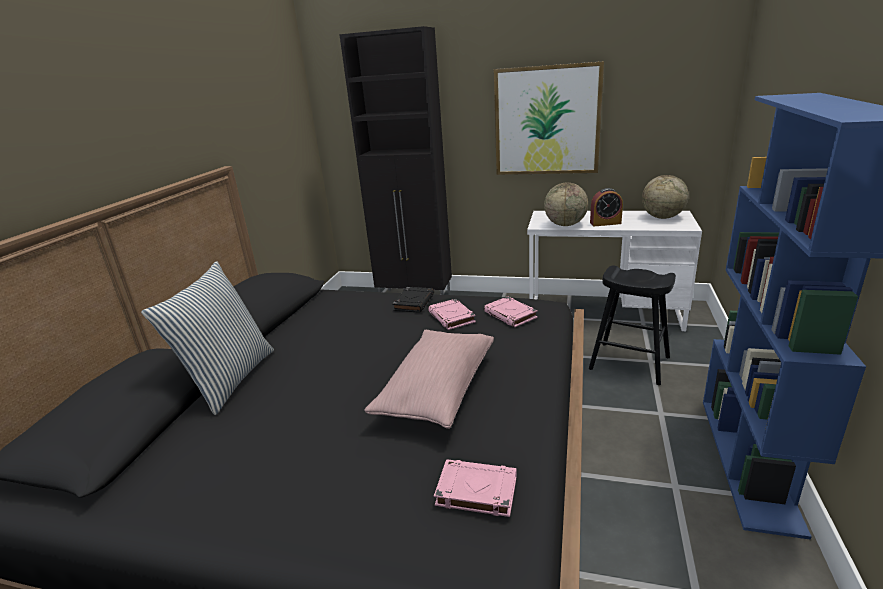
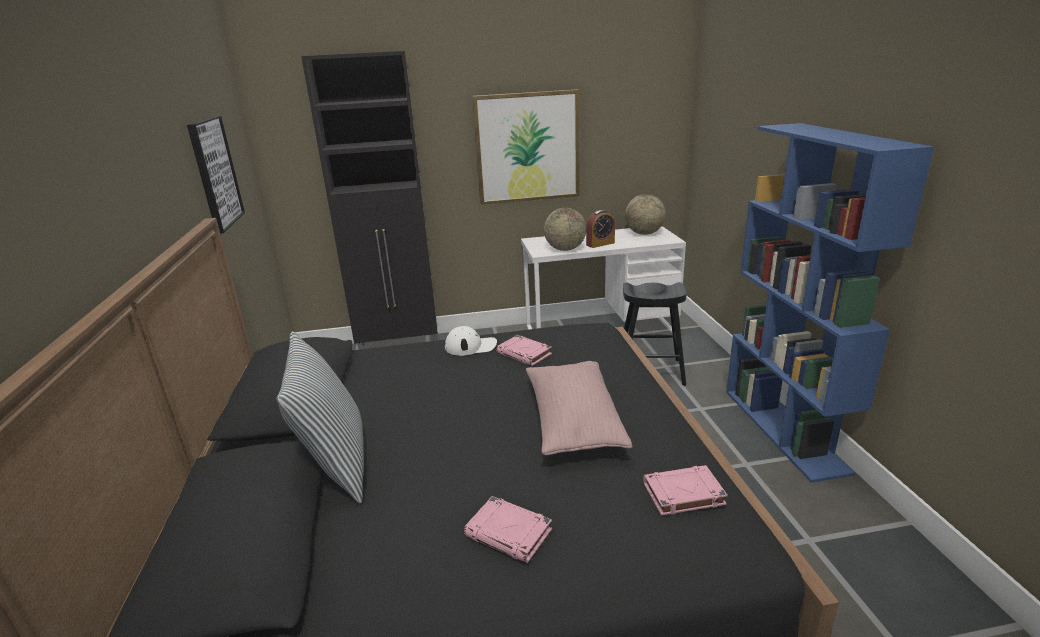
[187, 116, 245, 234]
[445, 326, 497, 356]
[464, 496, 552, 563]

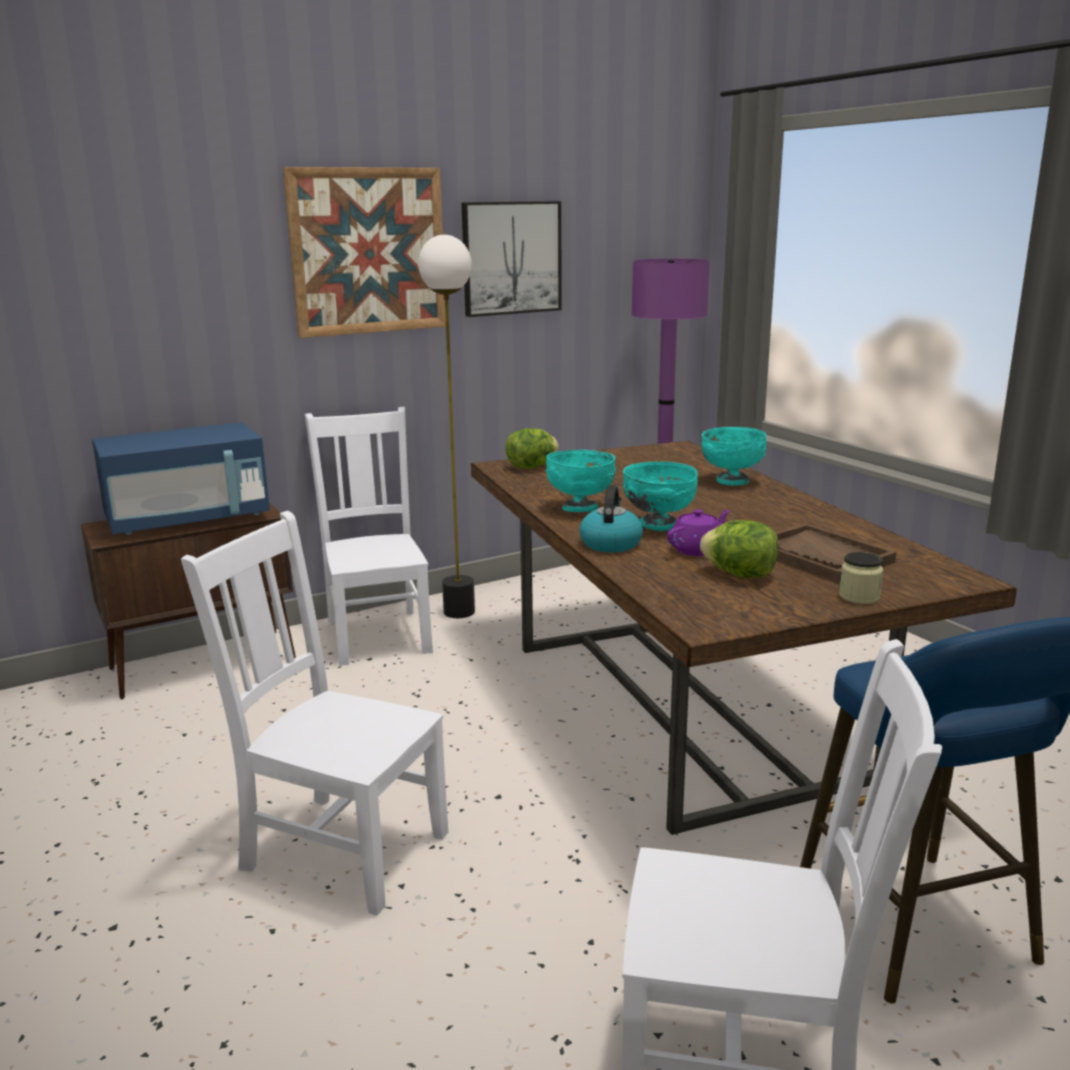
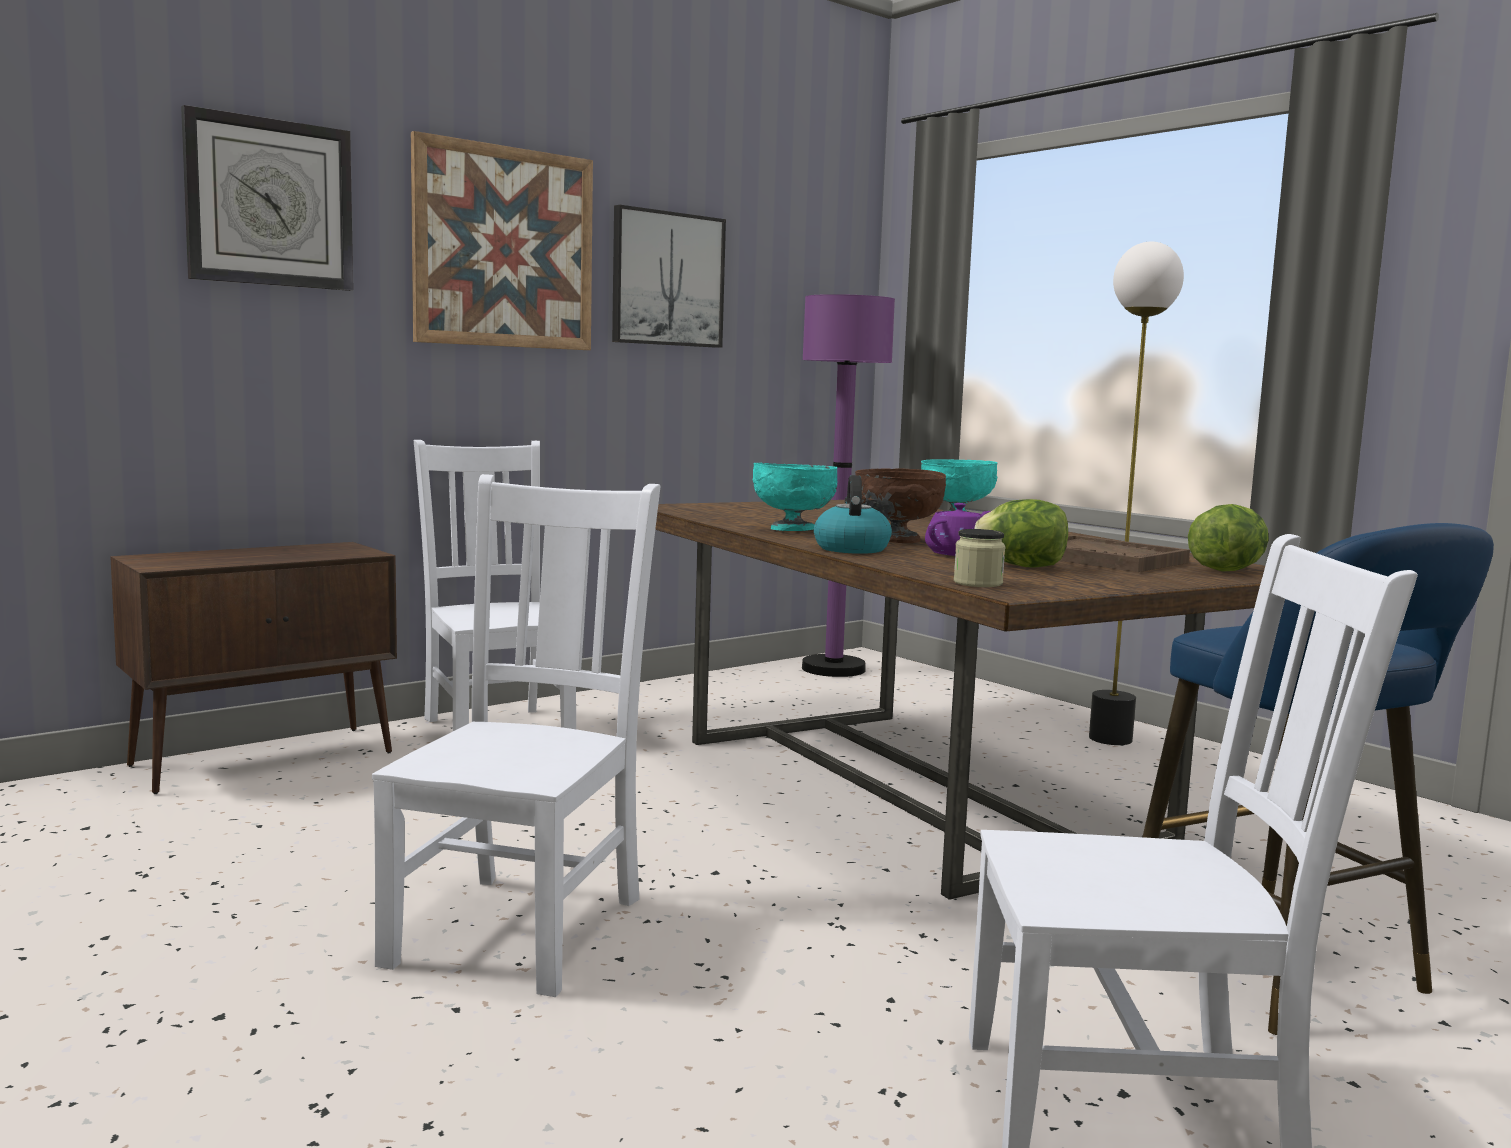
[181, 105, 353, 291]
[372, 474, 661, 997]
[855, 468, 946, 543]
[954, 529, 1005, 587]
[1089, 242, 1184, 745]
[1188, 504, 1269, 572]
[92, 423, 270, 535] (first image)

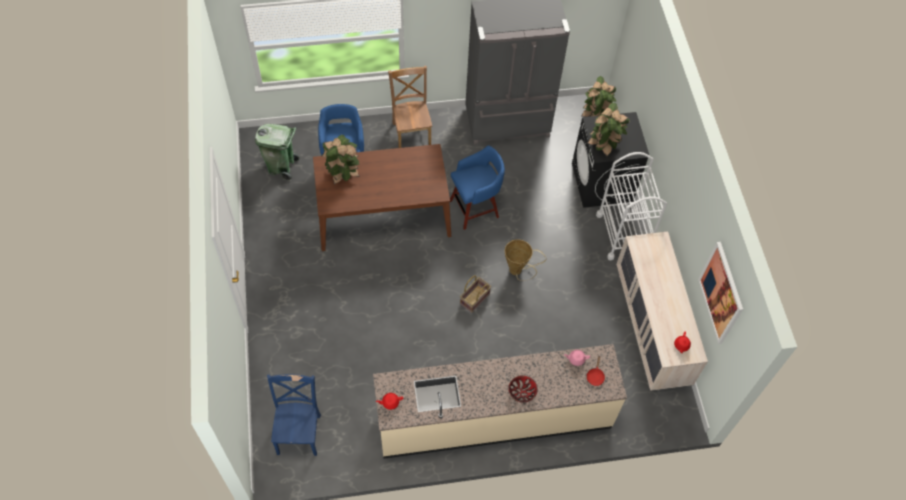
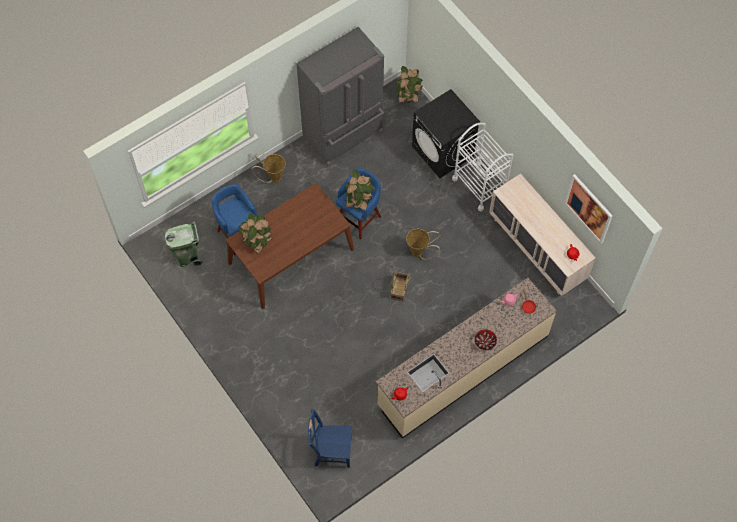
[252, 153, 285, 183]
[308, 409, 352, 468]
[344, 170, 375, 211]

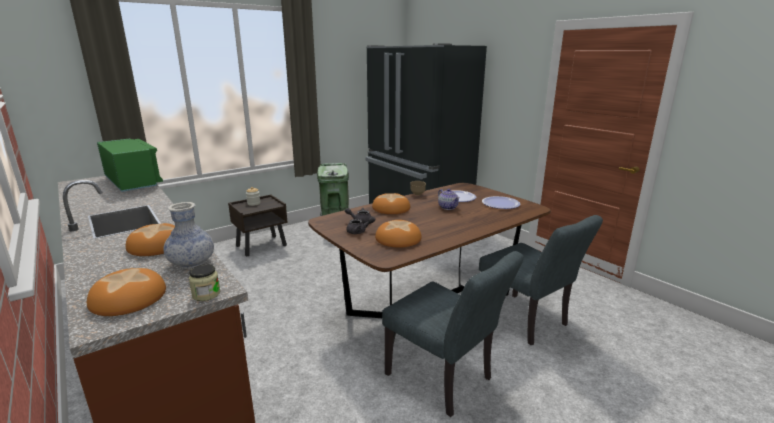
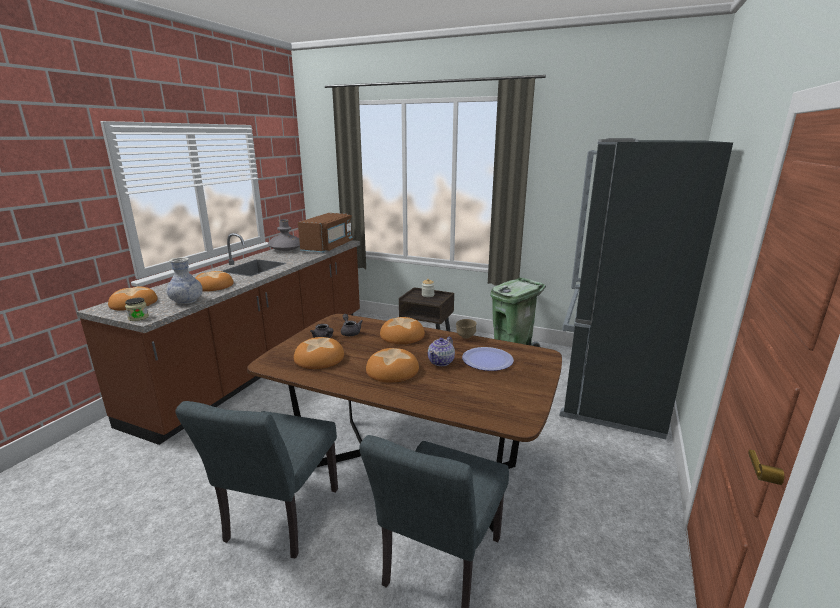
[268, 219, 300, 251]
[298, 213, 353, 253]
[366, 348, 419, 383]
[482, 196, 520, 209] (first image)

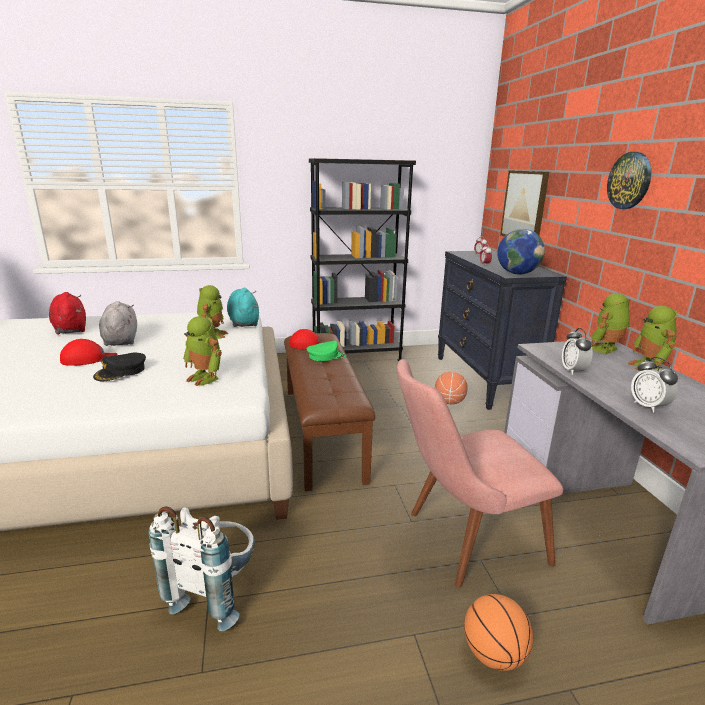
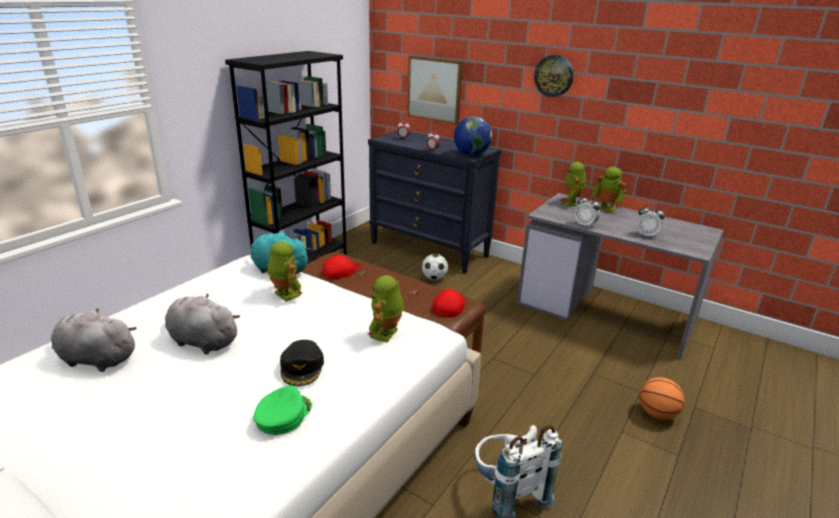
[51, 308, 137, 372]
[253, 385, 312, 435]
[367, 275, 404, 343]
[422, 254, 448, 280]
[433, 289, 466, 317]
[397, 359, 563, 588] (first image)

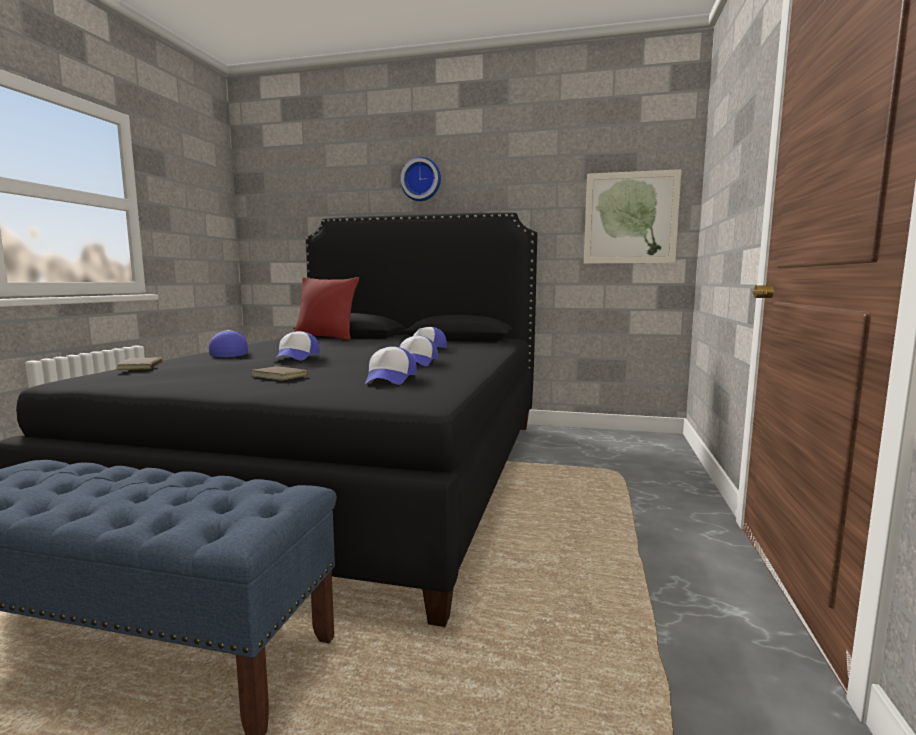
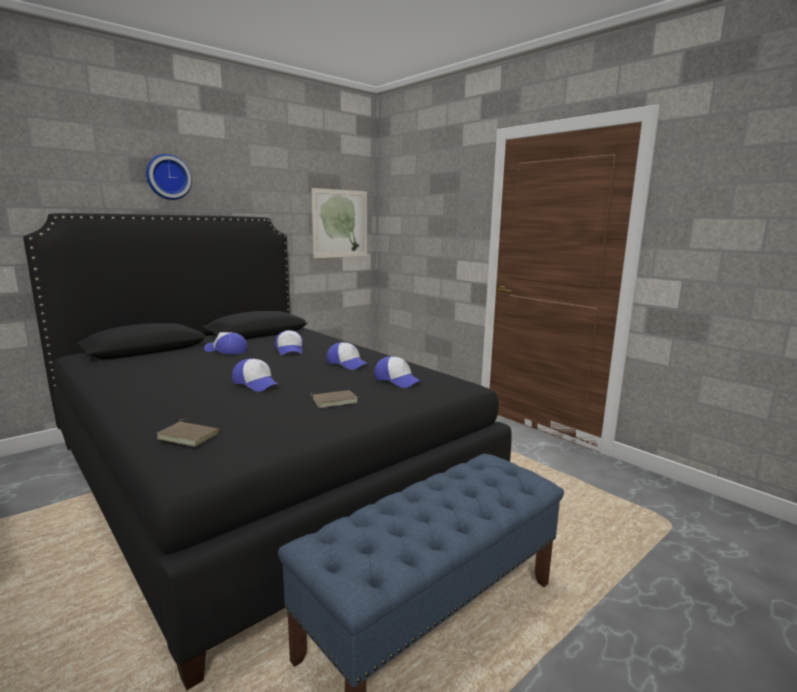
[204, 332, 247, 354]
[294, 277, 359, 340] (first image)

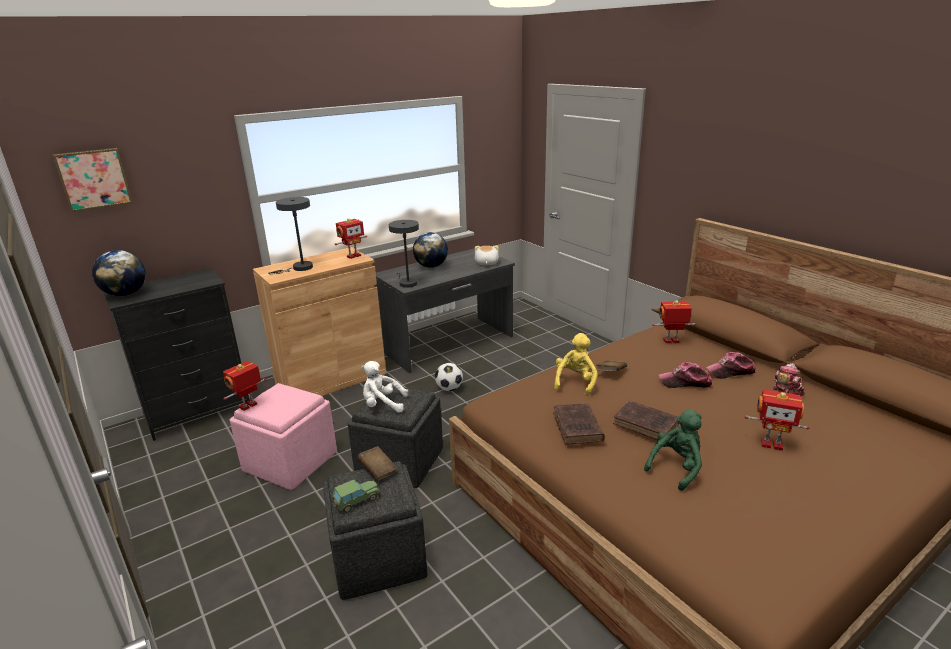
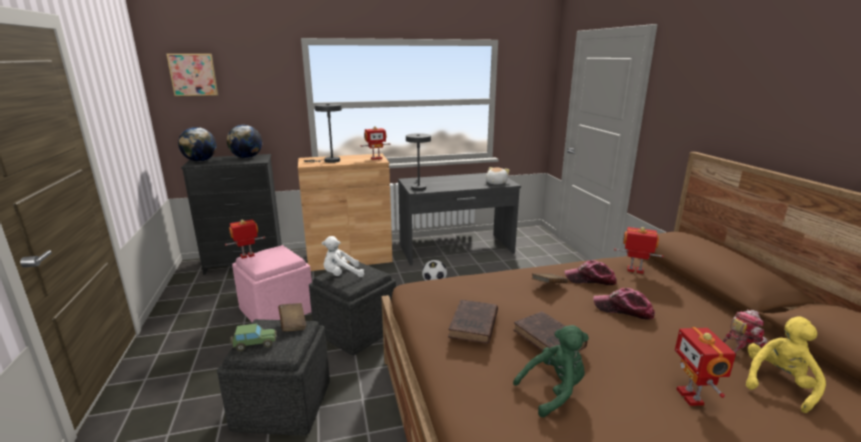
[227, 125, 262, 158]
[322, 236, 364, 277]
[564, 260, 617, 286]
[675, 327, 736, 406]
[746, 316, 826, 413]

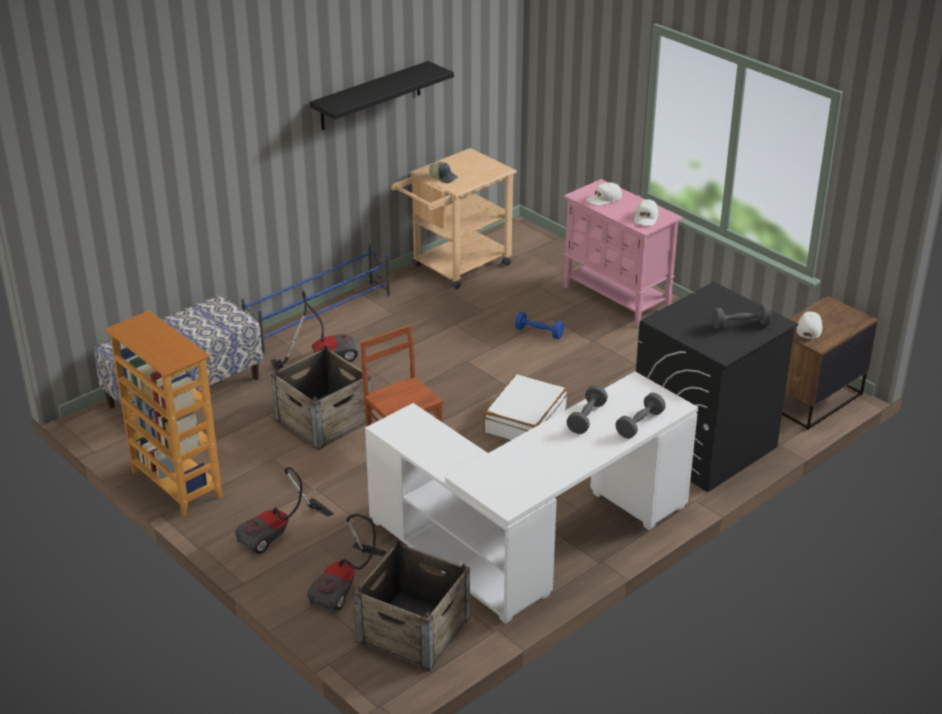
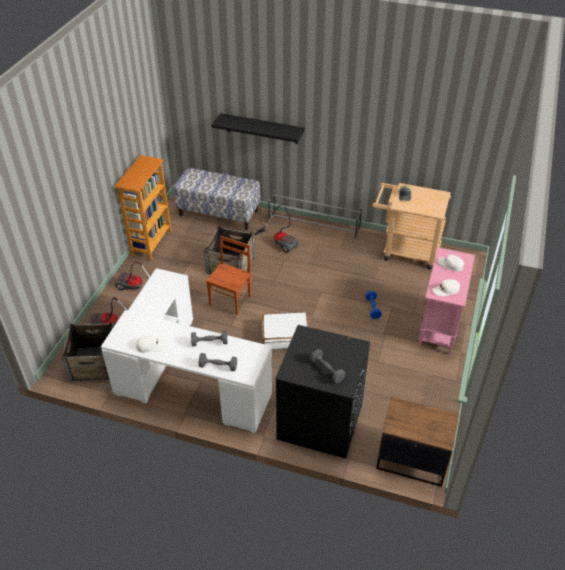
[136, 335, 166, 353]
[212, 113, 305, 144]
[268, 190, 362, 240]

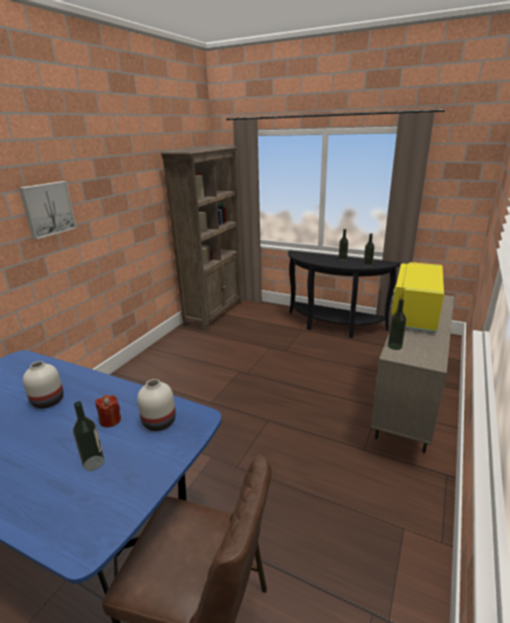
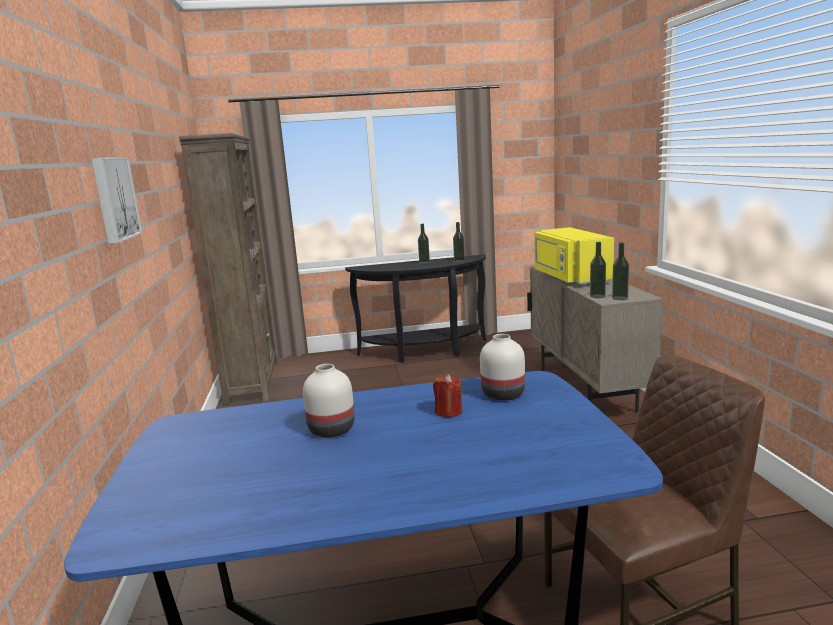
[612, 242, 629, 300]

